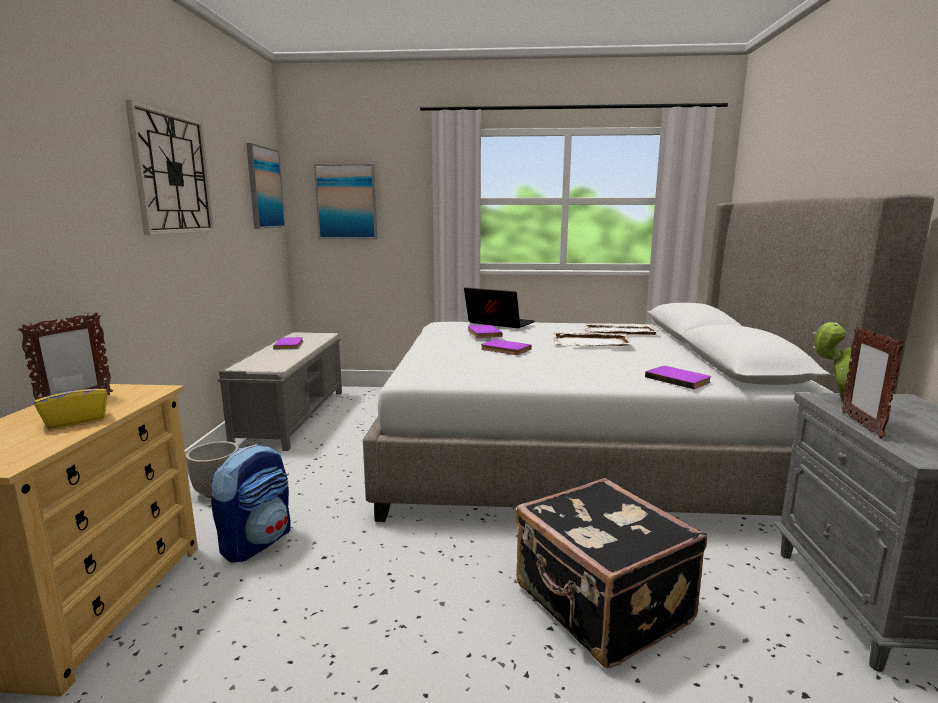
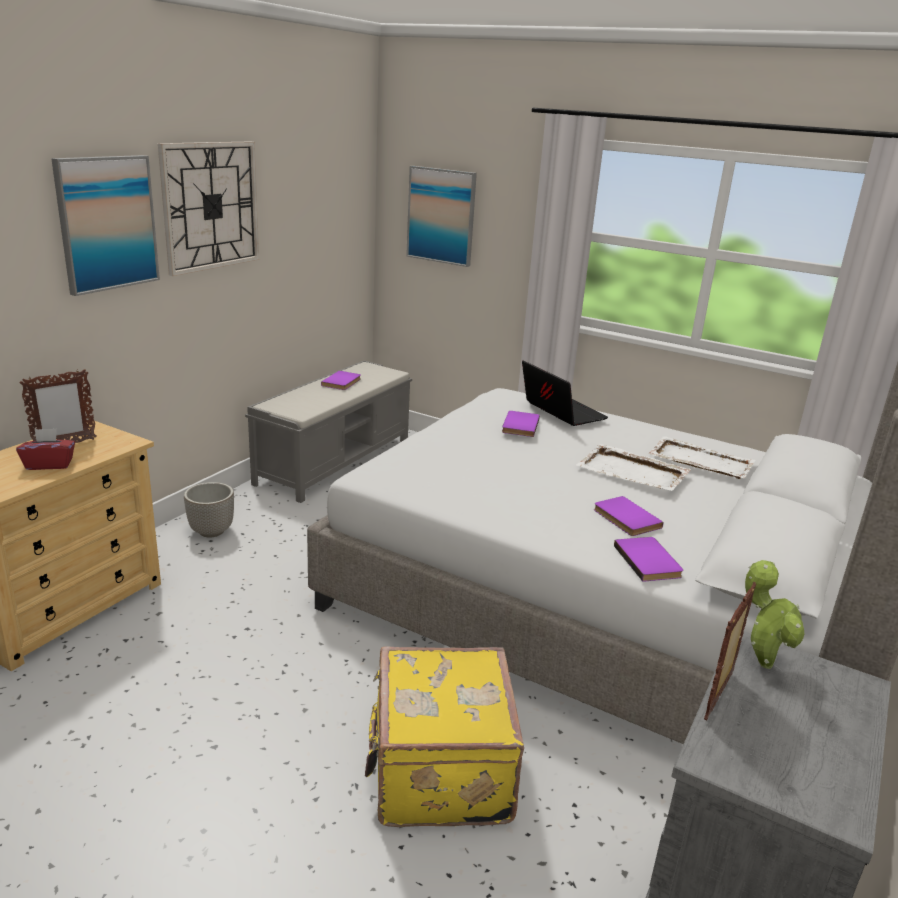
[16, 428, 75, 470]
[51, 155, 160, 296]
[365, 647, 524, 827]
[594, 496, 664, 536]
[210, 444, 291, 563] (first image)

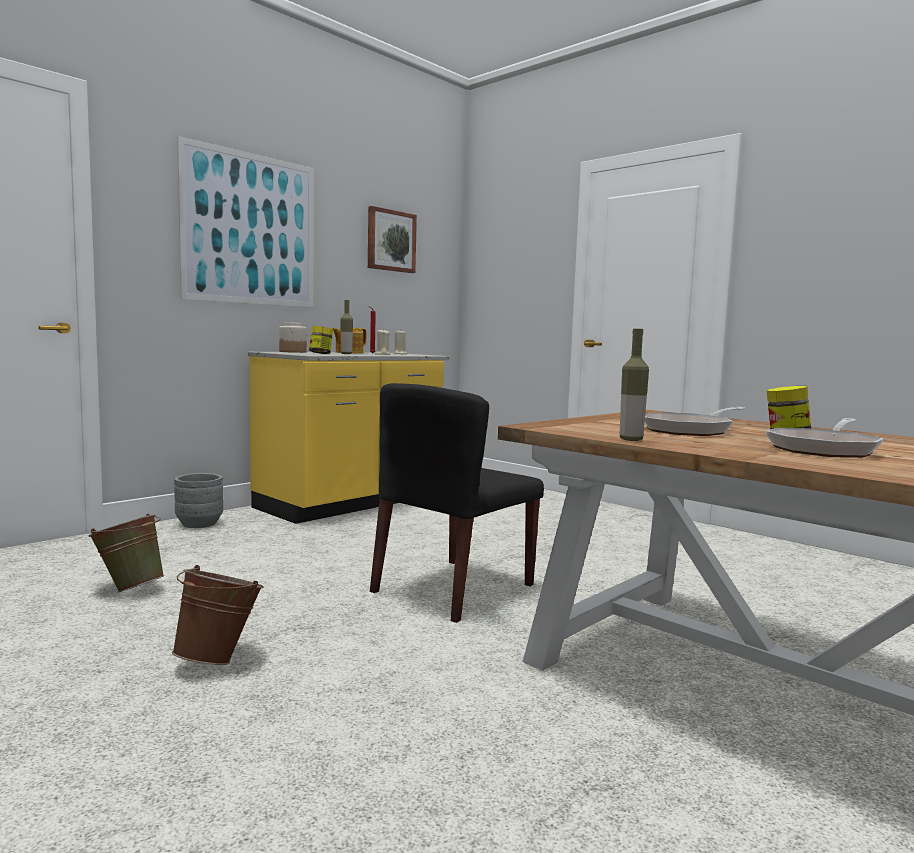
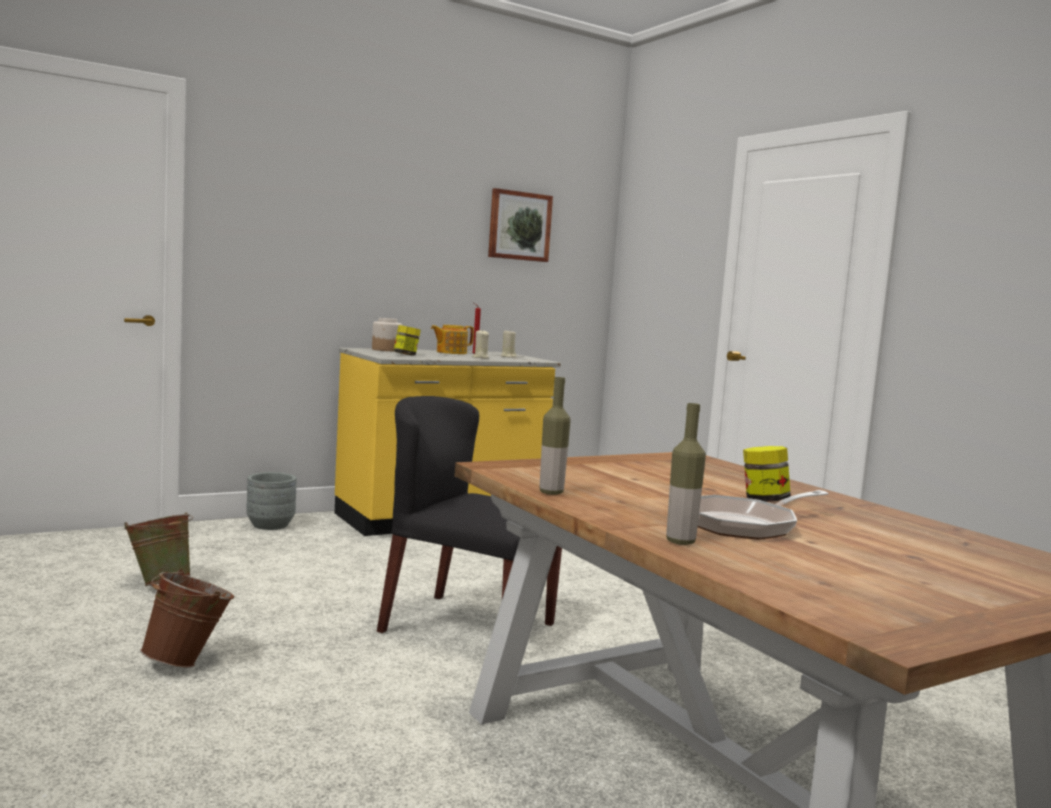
[377, 396, 562, 633]
[666, 403, 706, 545]
[177, 136, 313, 307] (first image)
[645, 407, 745, 436] (first image)

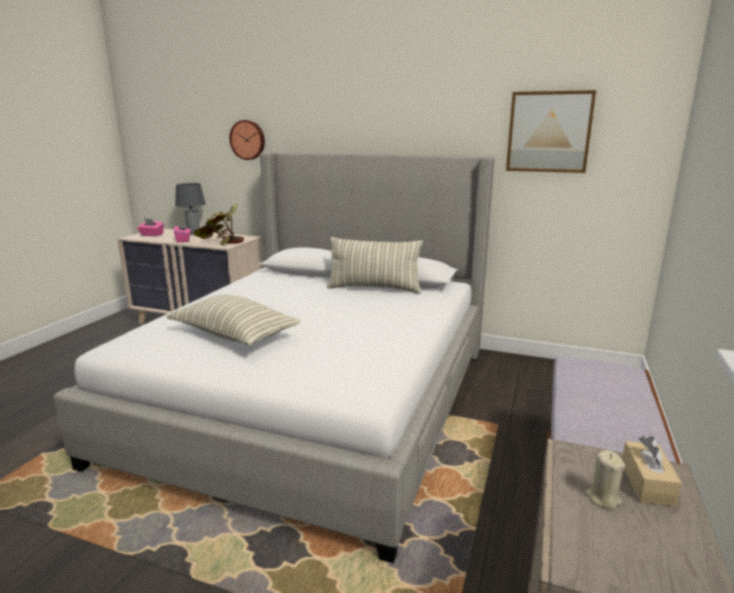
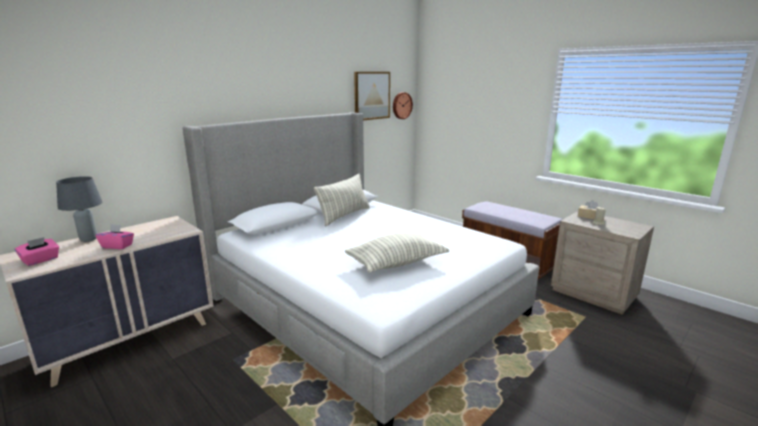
[393, 92, 413, 119]
[194, 204, 244, 245] (first image)

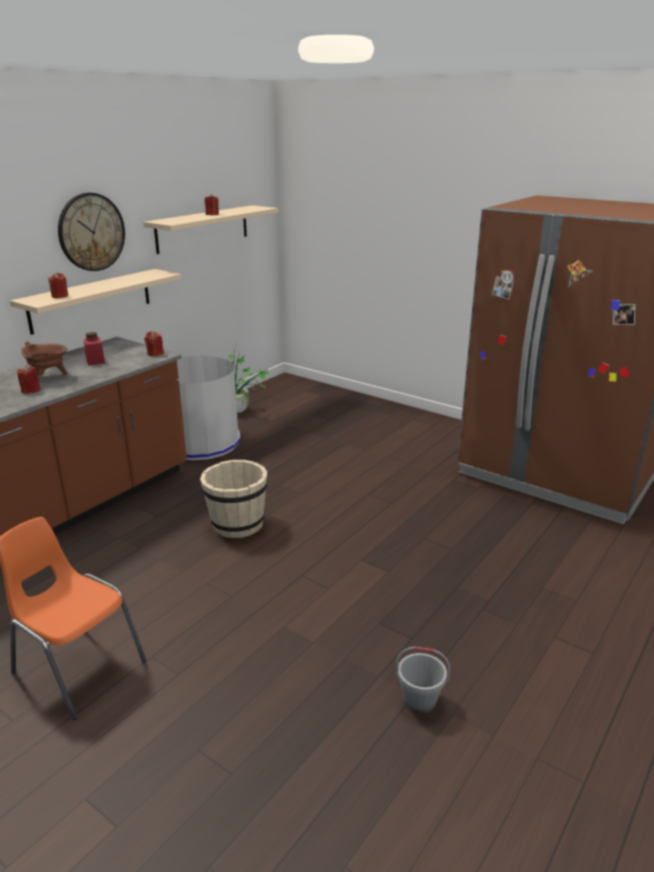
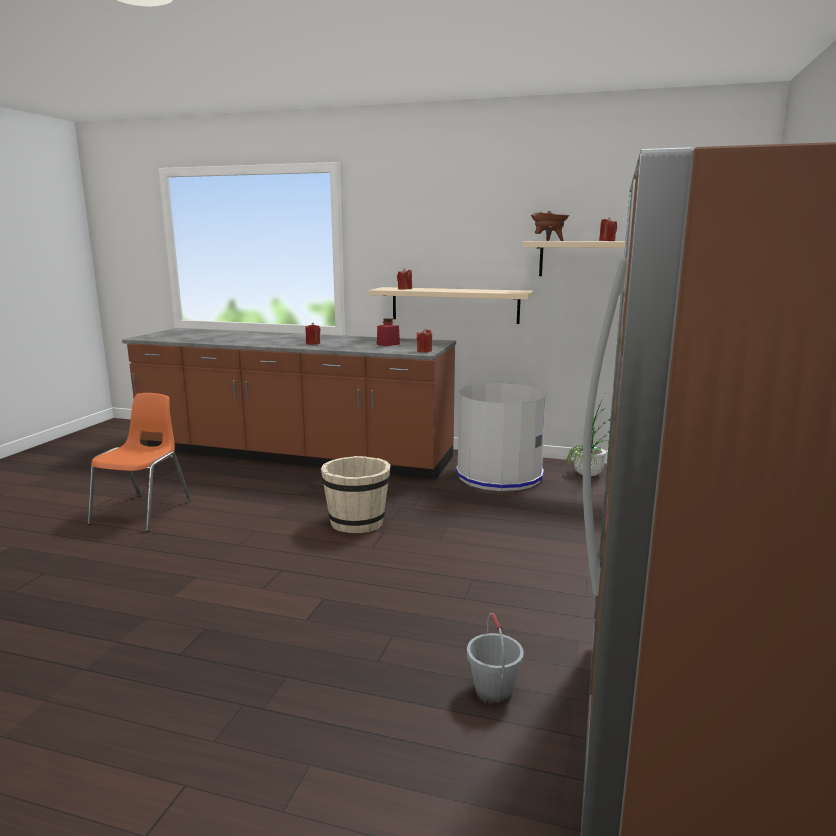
[467, 613, 524, 703]
[531, 211, 569, 241]
[58, 193, 125, 271] (first image)

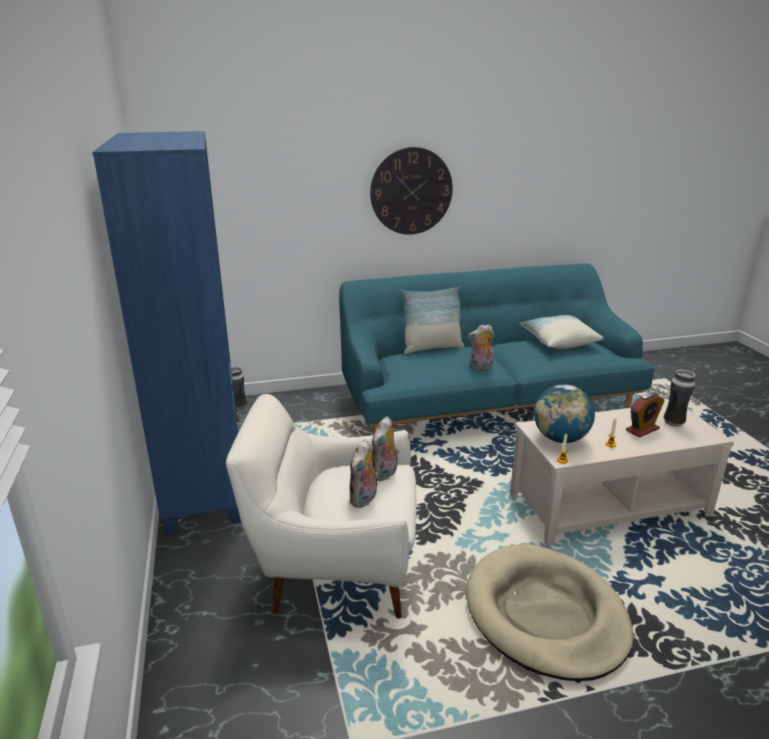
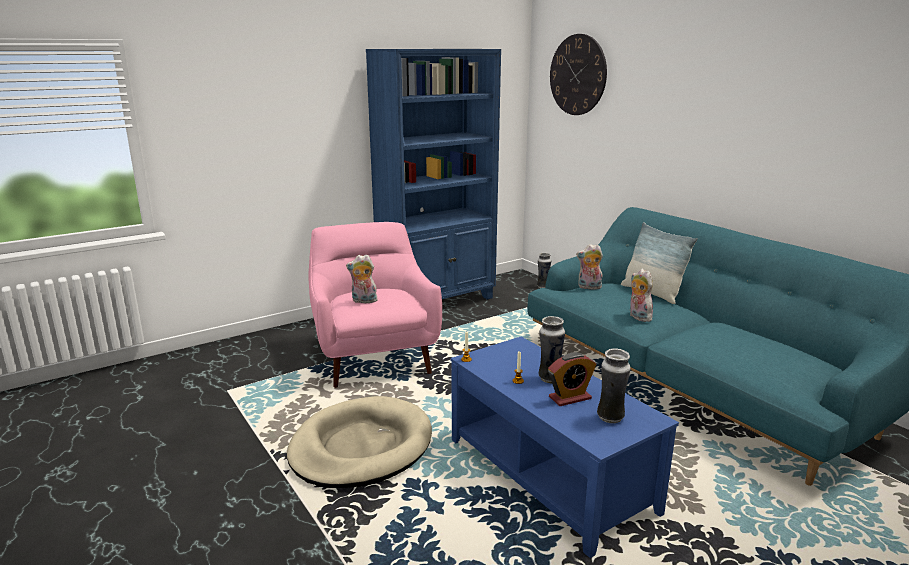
[309, 222, 442, 388]
[451, 337, 679, 558]
[538, 316, 565, 383]
[548, 352, 596, 406]
[550, 34, 607, 115]
[576, 244, 603, 290]
[519, 315, 604, 349] (first image)
[534, 384, 595, 443] (first image)

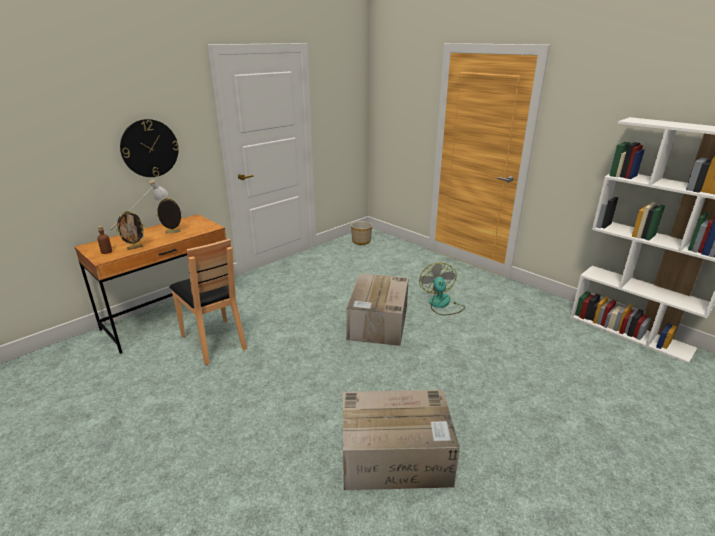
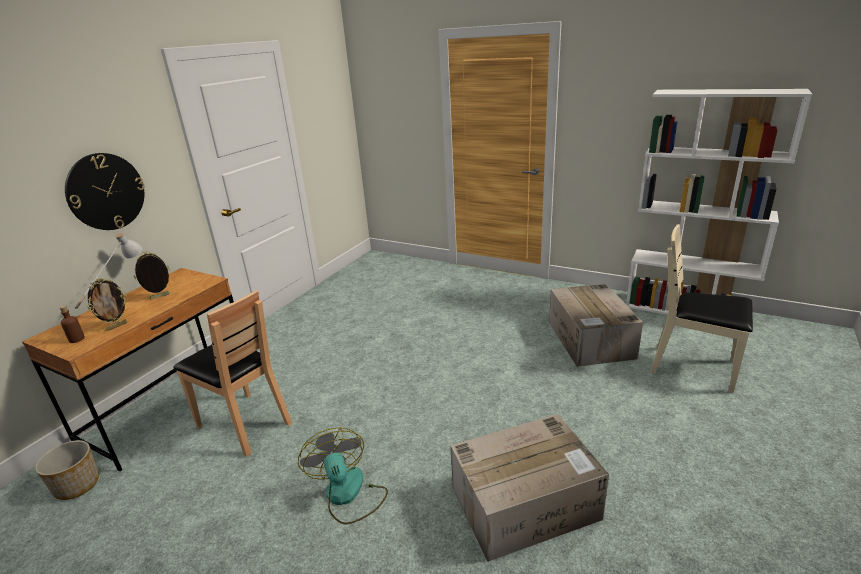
[35, 440, 99, 500]
[298, 427, 388, 525]
[549, 283, 643, 367]
[651, 224, 753, 393]

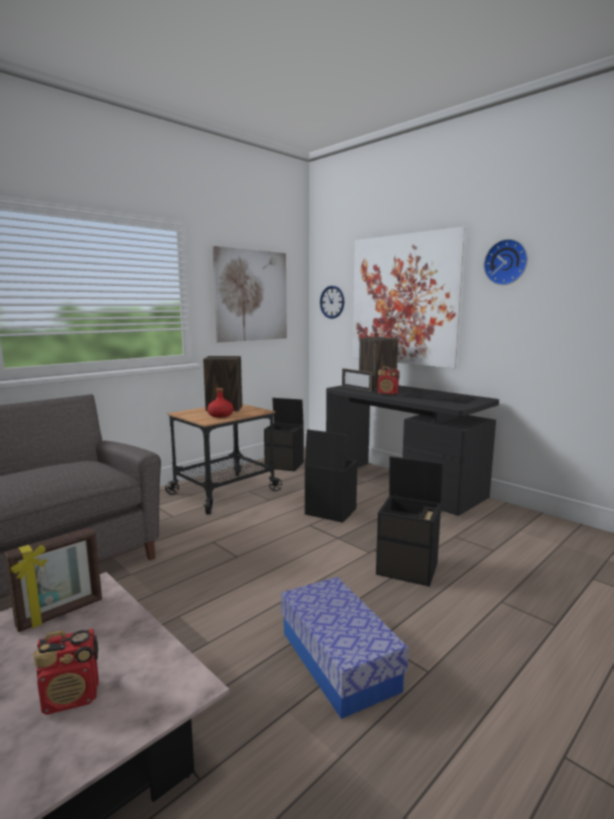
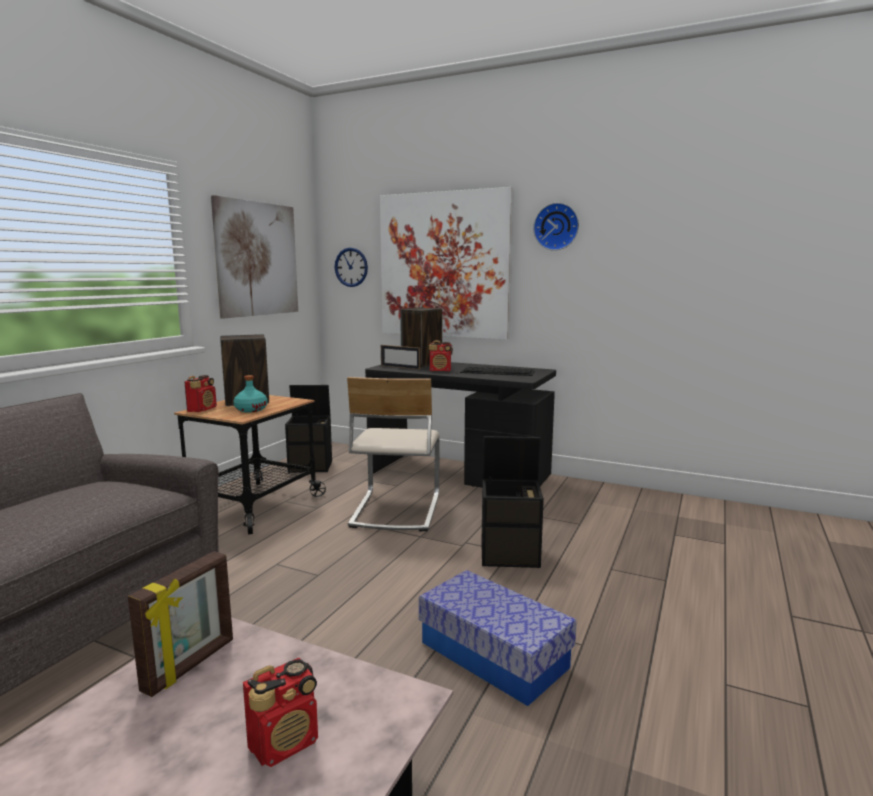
[185, 375, 217, 412]
[233, 375, 267, 412]
[347, 377, 440, 531]

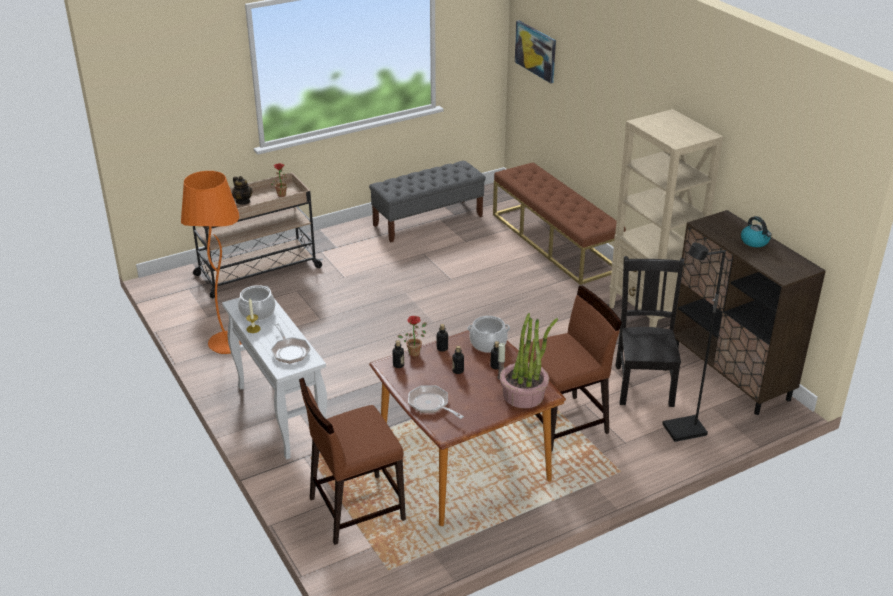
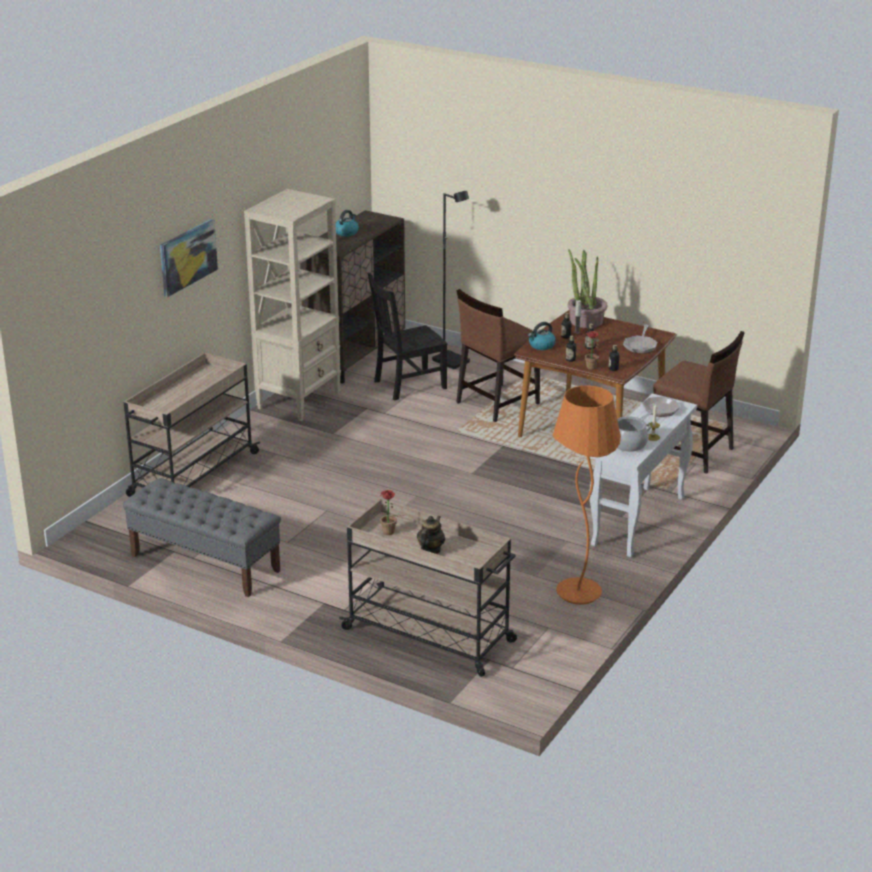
[124, 352, 260, 497]
[160, 219, 218, 297]
[456, 289, 540, 422]
[528, 322, 556, 350]

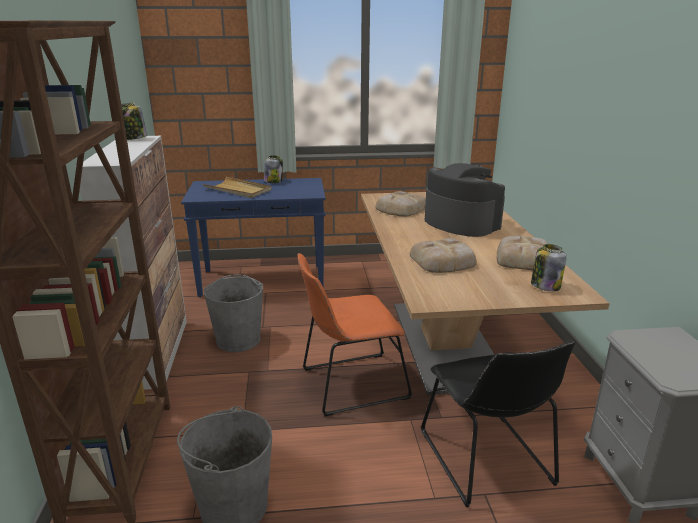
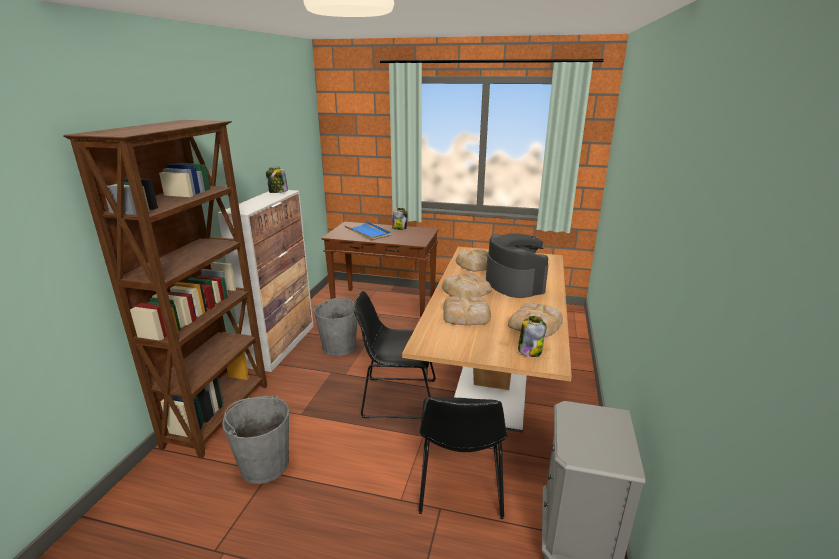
[321, 222, 439, 318]
[344, 221, 391, 241]
[354, 291, 436, 419]
[442, 273, 492, 297]

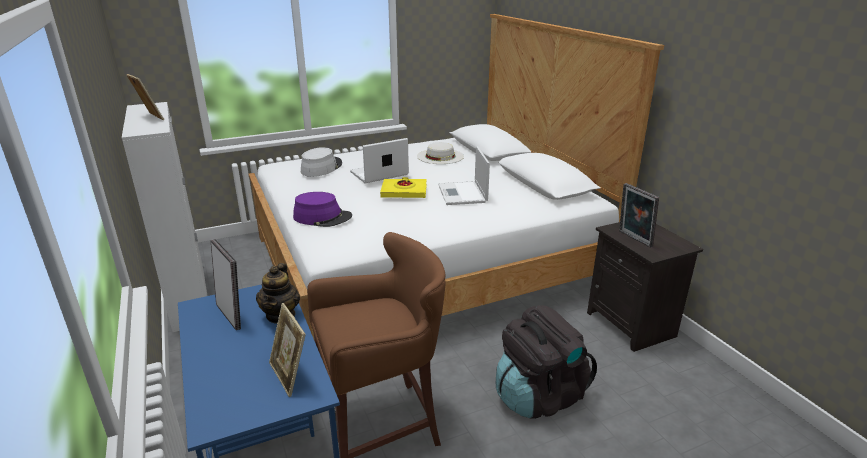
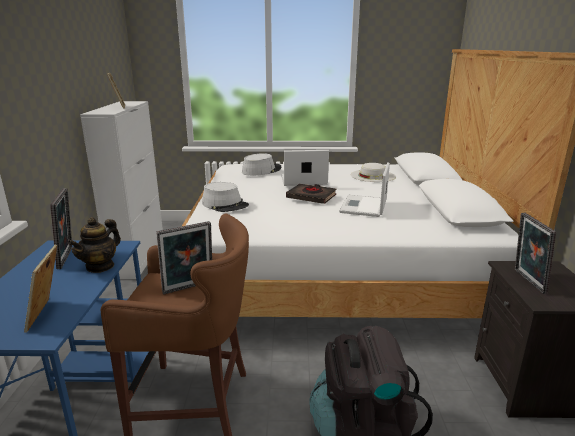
[156, 221, 212, 294]
[202, 182, 249, 212]
[286, 184, 337, 204]

